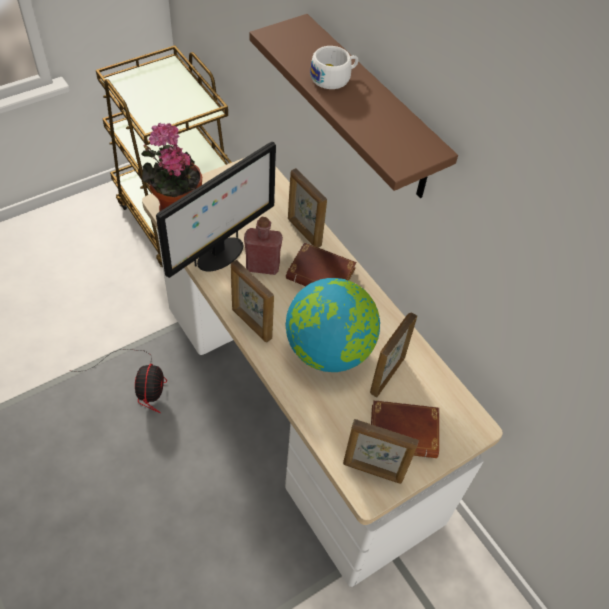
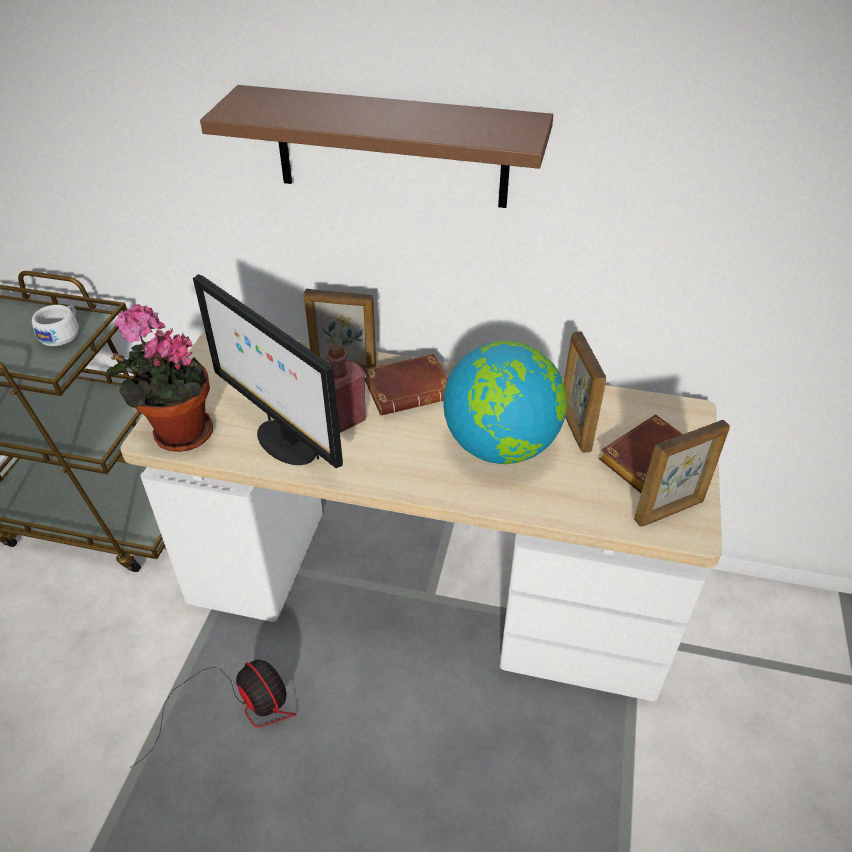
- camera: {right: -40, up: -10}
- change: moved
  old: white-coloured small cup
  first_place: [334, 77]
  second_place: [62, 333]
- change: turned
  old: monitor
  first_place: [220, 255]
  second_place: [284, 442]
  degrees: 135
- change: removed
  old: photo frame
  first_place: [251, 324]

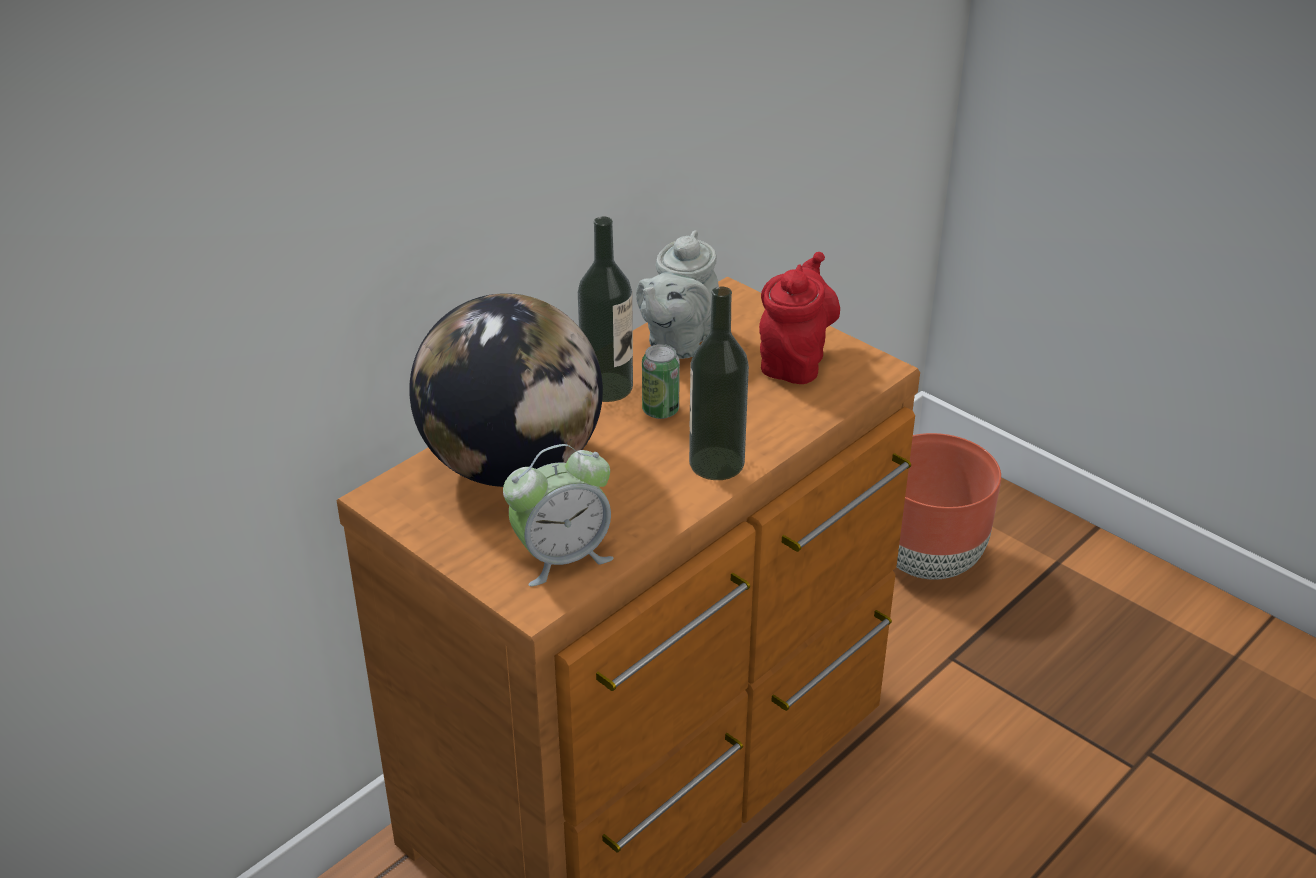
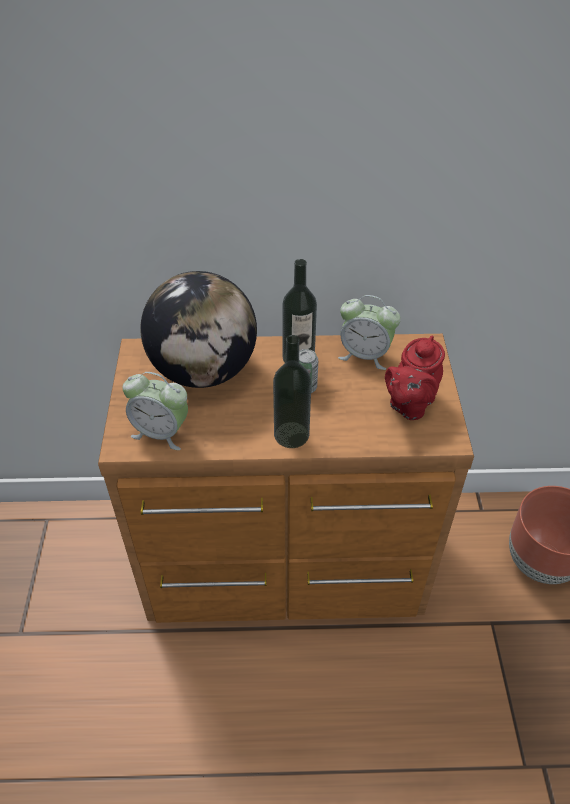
- camera: {right: 45, up: 10}
- change: replaced
  old: grey tea pot
  new: bedside clock
  first_place: [678, 342]
  second_place: [365, 355]
- change: turned
  old: red tea pot
  first_place: [794, 360]
  second_place: [409, 404]
  degrees: 150

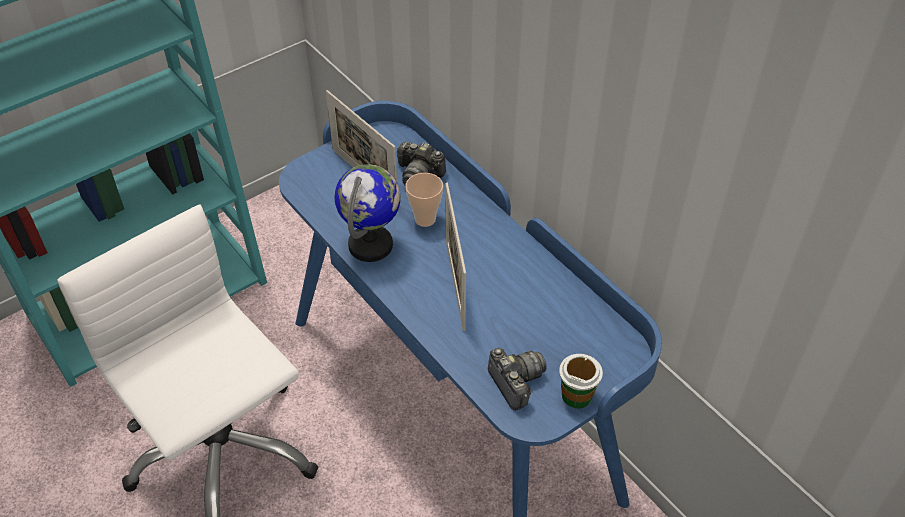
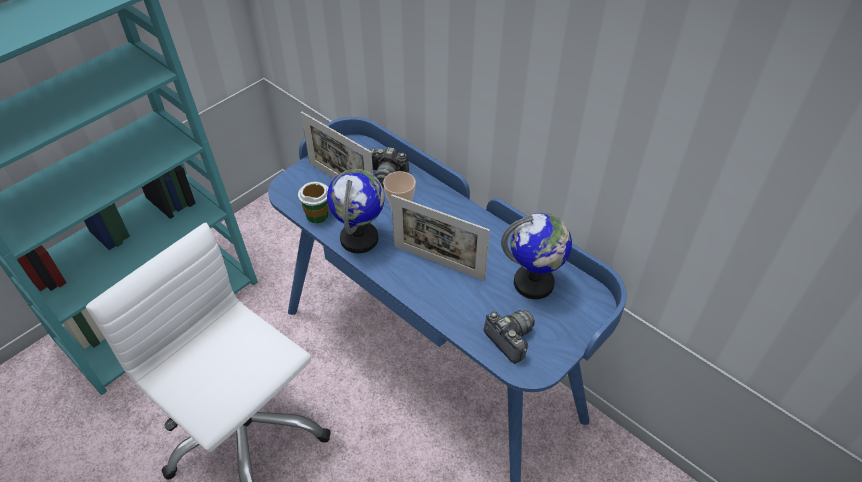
- camera: {right: -10, up: 0}
- change: moved
  old: small cup
  first_place: [576, 395]
  second_place: [317, 215]
- change: turned
  old: photo frame
  first_place: [455, 284]
  second_place: [438, 262]
  degrees: -45
- change: added
  new: world globe
  second_place: [534, 283]

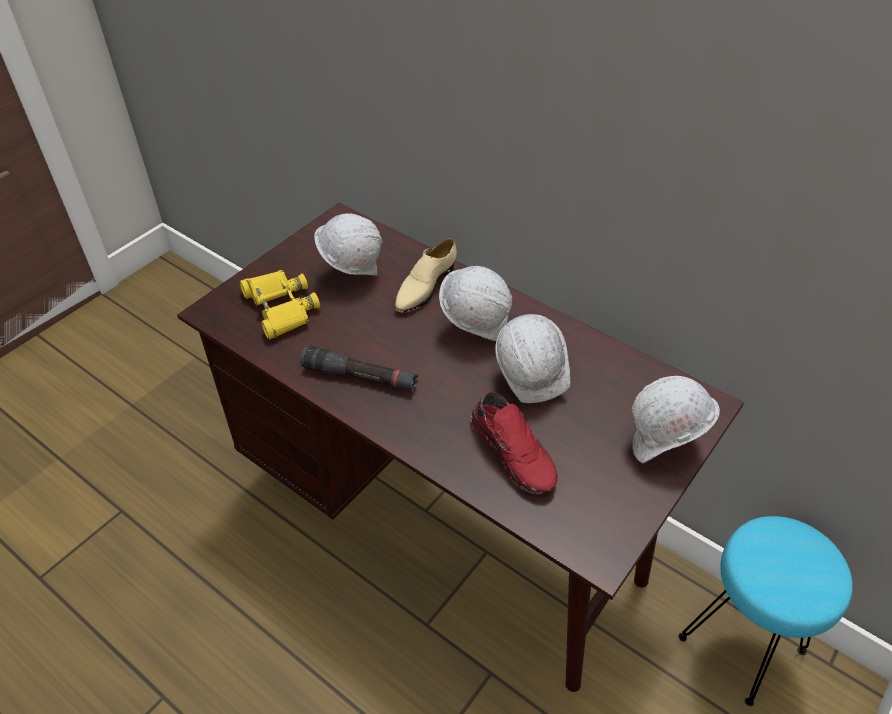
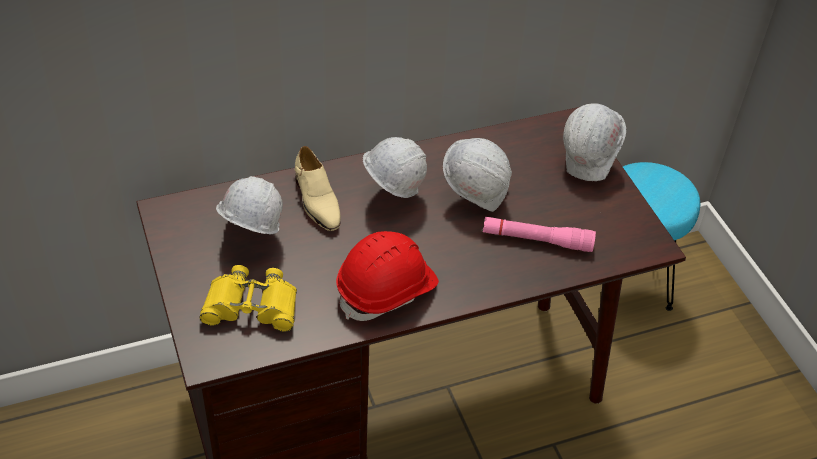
- camera: {right: -60, up: 0}
- change: replaced
  old: blackish flashlight
  new: red safety helmet
  first_place: [360, 377]
  second_place: [387, 290]
- change: replaced
  old: red item of footwear
  new: pink flashlight
  first_place: [515, 452]
  second_place: [537, 240]

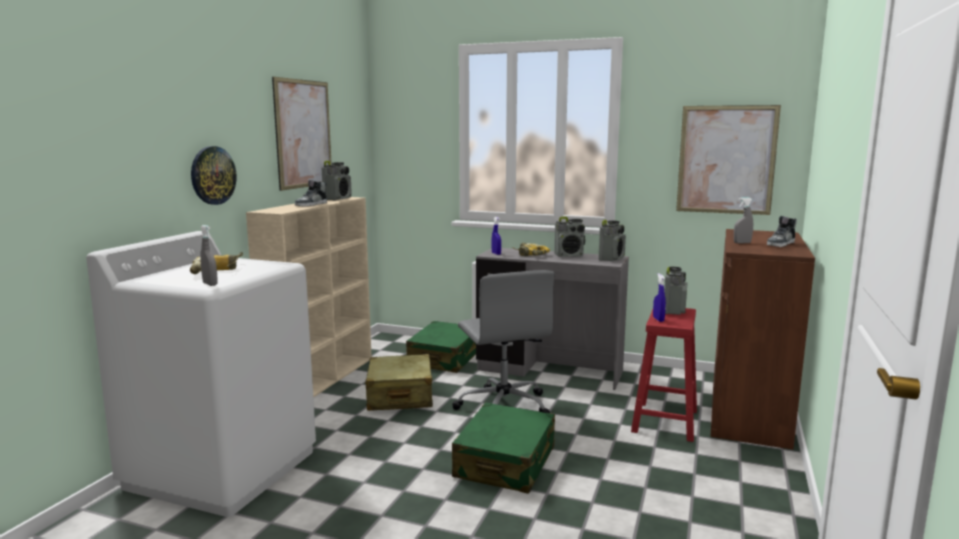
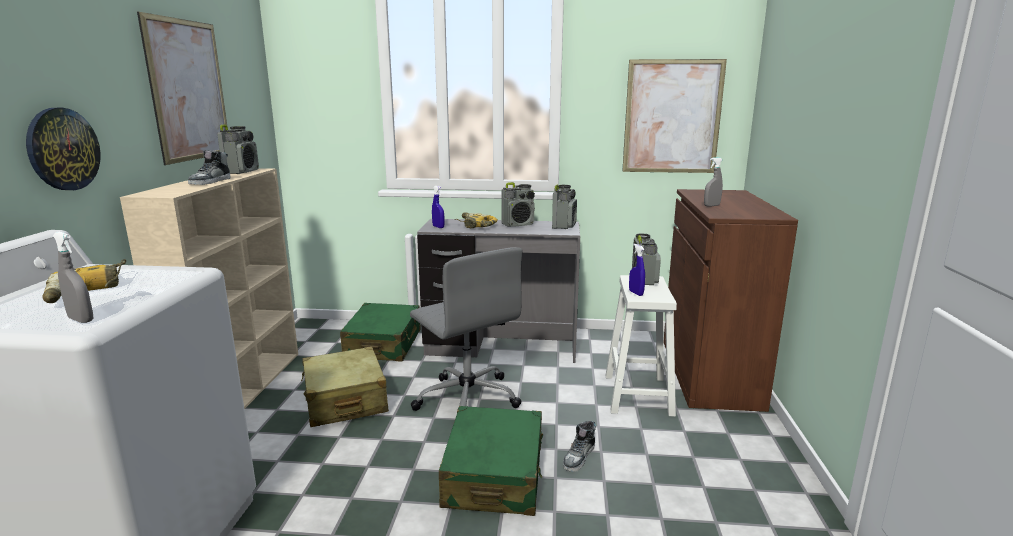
- camera: {right: -15, up: 5}
- change: moved
  old: item of footwear
  first_place: [781, 244]
  second_place: [579, 457]
- change: recoloured
  old: red stool
  new: white-coloured stool
  first_place: [664, 420]
  second_place: [637, 394]

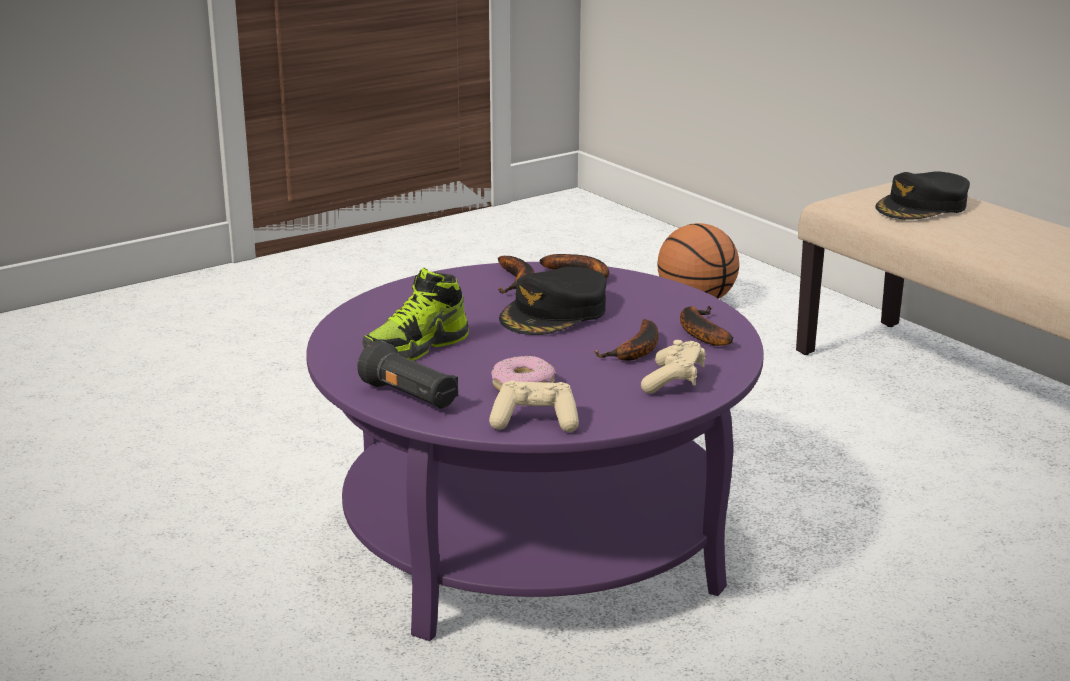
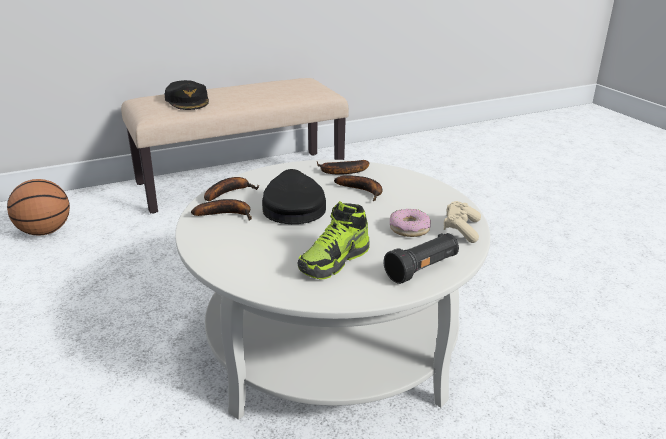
- camera: {right: -80, up: 5}
- change: recoloured
  old: purple-coloured low table
  new: white-coloured low table
  first_place: [535, 536]
  second_place: [331, 340]
- change: turned
  old: blackish cap
  first_place: [555, 313]
  second_place: [293, 207]
  degrees: -150
- change: turned
  old: item of footwear
  first_place: [417, 348]
  second_place: [334, 261]
  degrees: 75
- change: removed
  old: sand-coloured gamepad
  first_place: [674, 381]

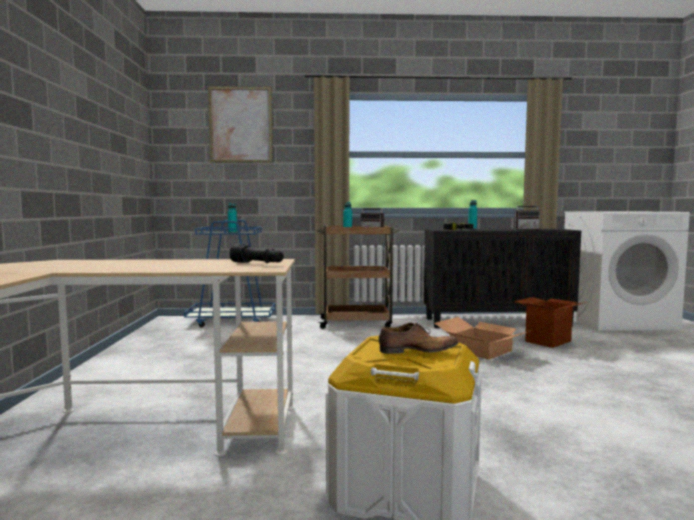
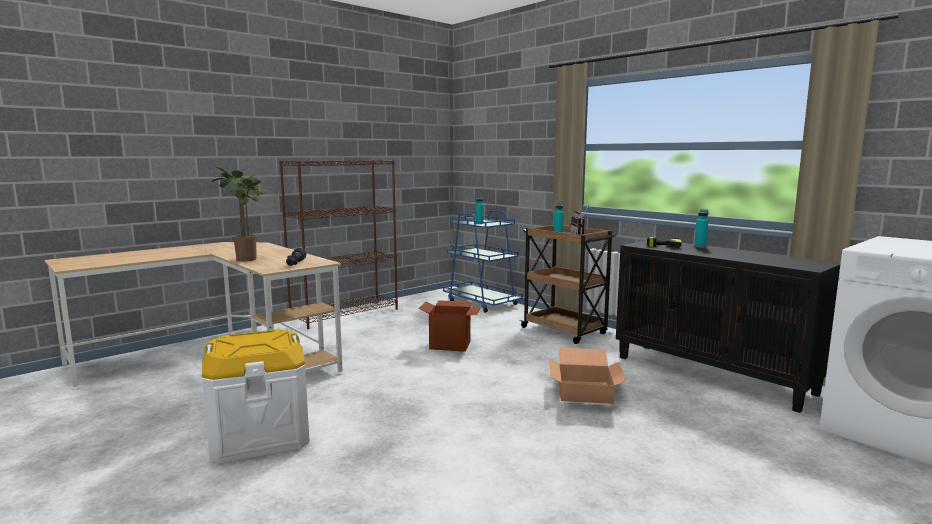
- camera: {right: 50, up: 5}
- change: added
  new: potted plant
  second_place: [246, 260]
- change: added
  new: brown shelving unit
  second_place: [345, 314]
- change: moved
  old: packing box
  first_place: [548, 341]
  second_place: [450, 345]
- change: removed
  old: wall art
  first_place: [240, 125]
- change: removed
  old: item of footwear
  first_place: [416, 351]
- change: removed
  old: radio
  first_place: [525, 229]

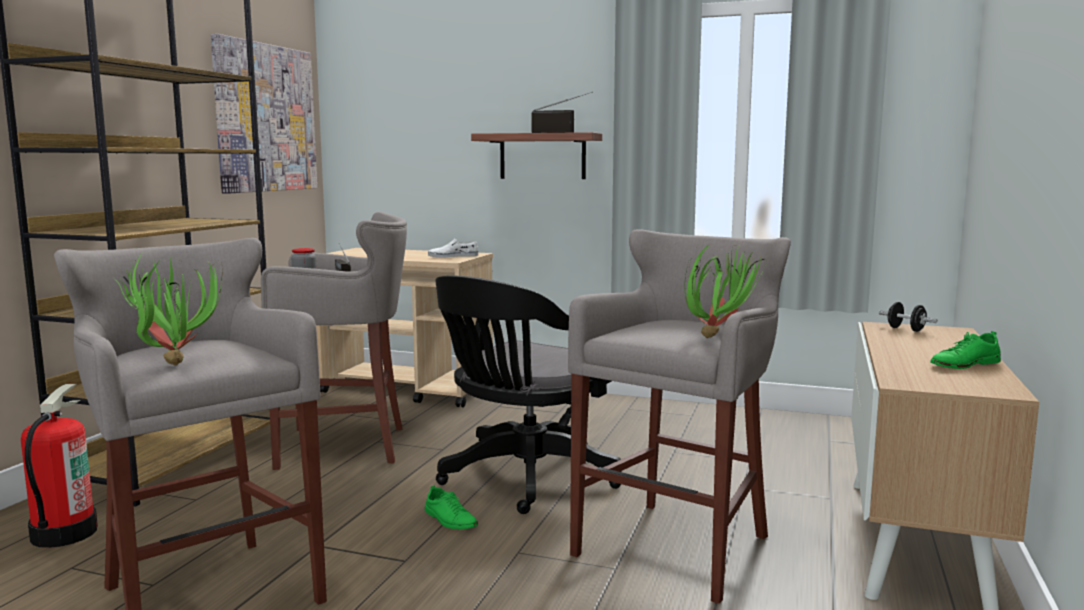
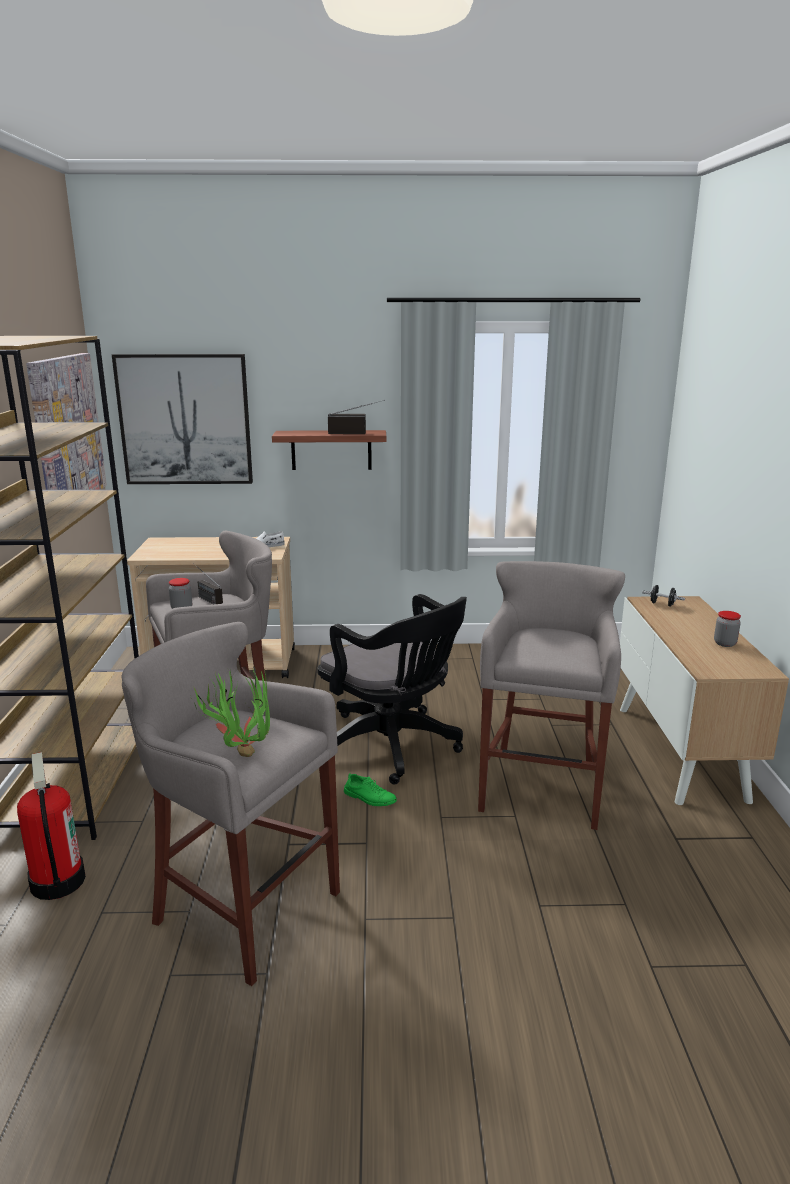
- camera: {right: -20, up: 10}
- change: added
  new: wall art
  second_place: [185, 420]
- change: turned
  old: blackish computer chair
  first_place: [523, 479]
  second_place: [394, 746]
  degrees: -60
- change: replaced
  old: greenish item of footwear
  new: storage jar
  first_place: [964, 364]
  second_place: [724, 643]
- change: removed
  old: potted plant
  first_place: [718, 336]

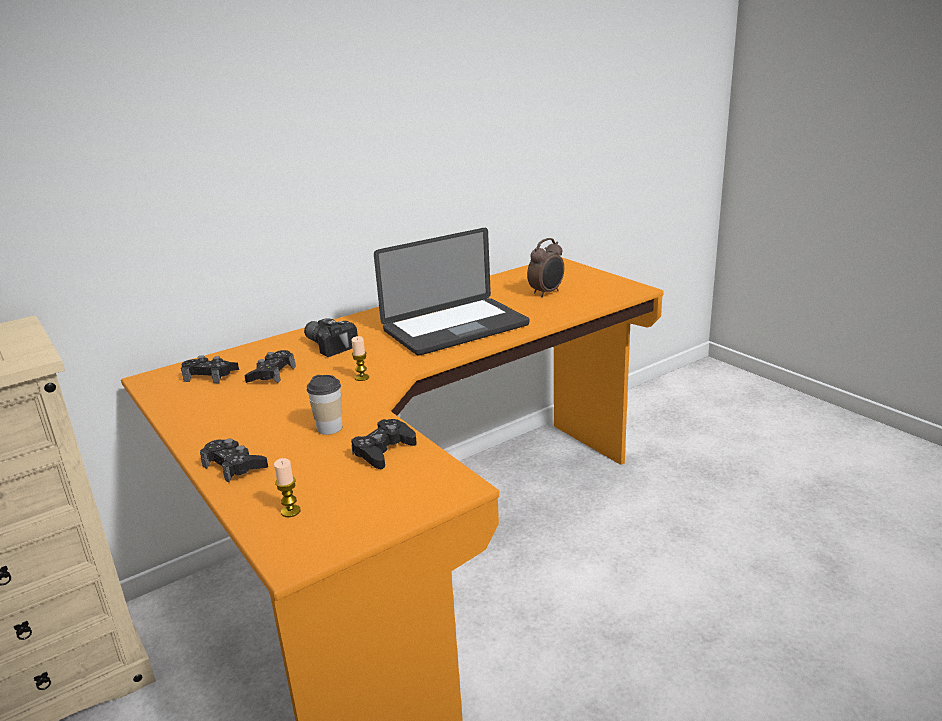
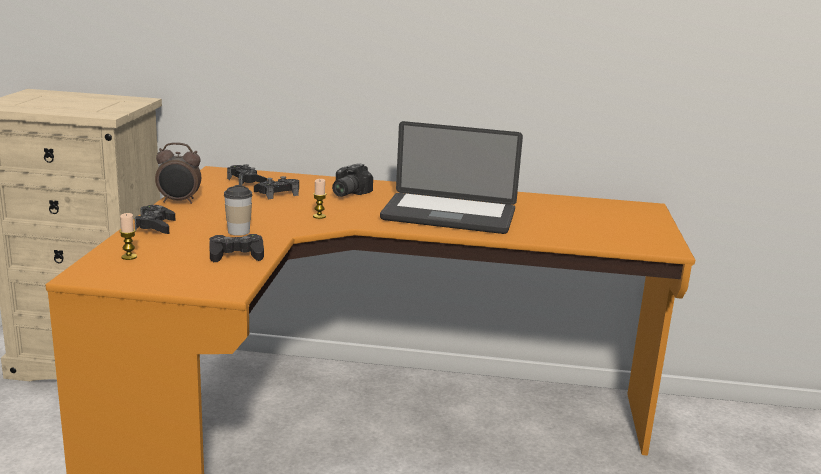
- camera: {right: 40, up: -5}
- change: moved
  old: bedside clock
  first_place: [547, 293]
  second_place: [179, 202]
- change: turned
  old: still camera
  first_place: [331, 345]
  second_place: [346, 193]
  degrees: -150

